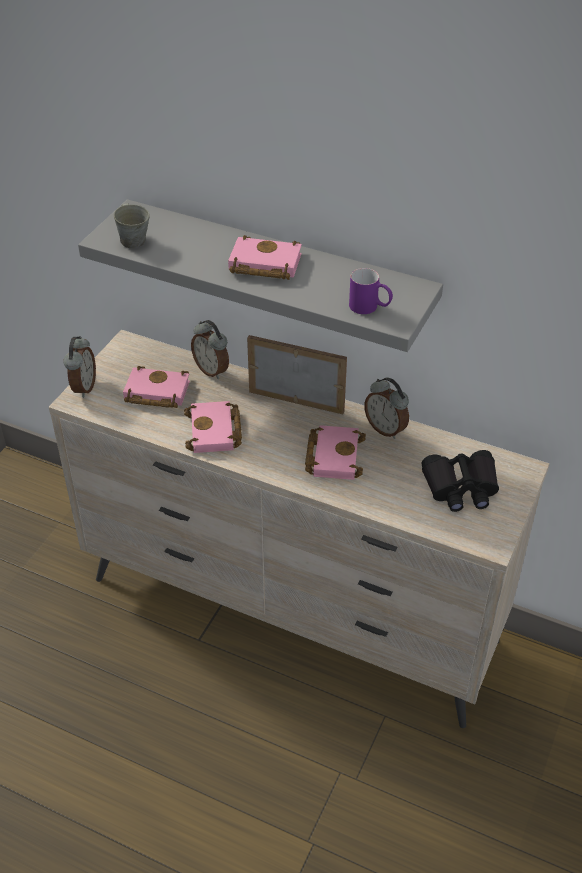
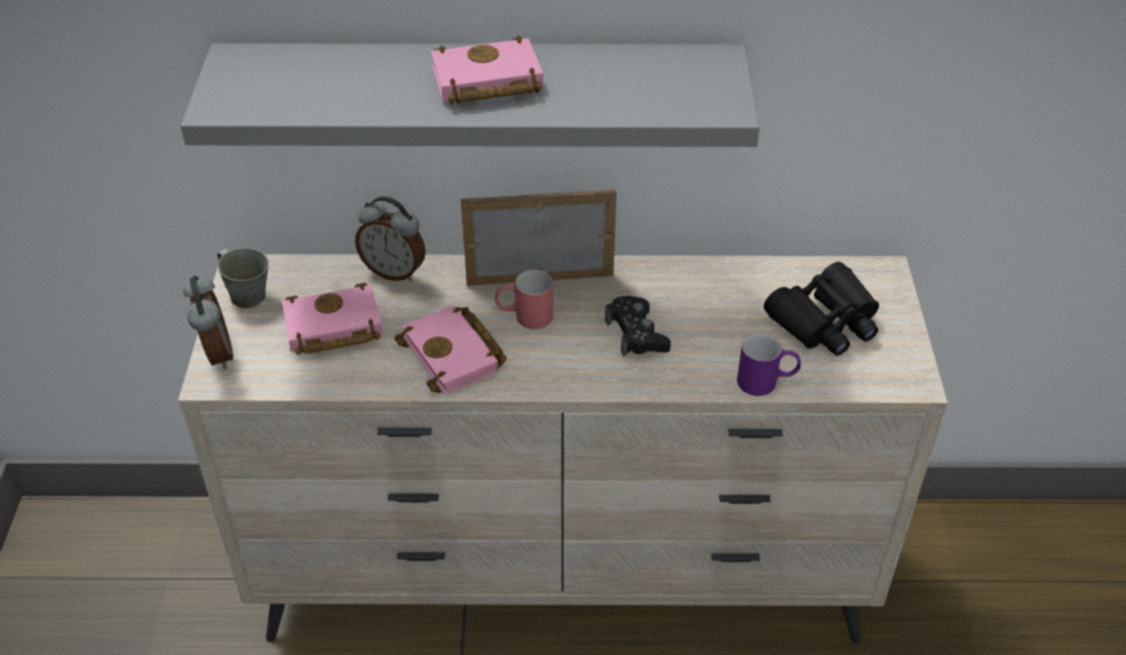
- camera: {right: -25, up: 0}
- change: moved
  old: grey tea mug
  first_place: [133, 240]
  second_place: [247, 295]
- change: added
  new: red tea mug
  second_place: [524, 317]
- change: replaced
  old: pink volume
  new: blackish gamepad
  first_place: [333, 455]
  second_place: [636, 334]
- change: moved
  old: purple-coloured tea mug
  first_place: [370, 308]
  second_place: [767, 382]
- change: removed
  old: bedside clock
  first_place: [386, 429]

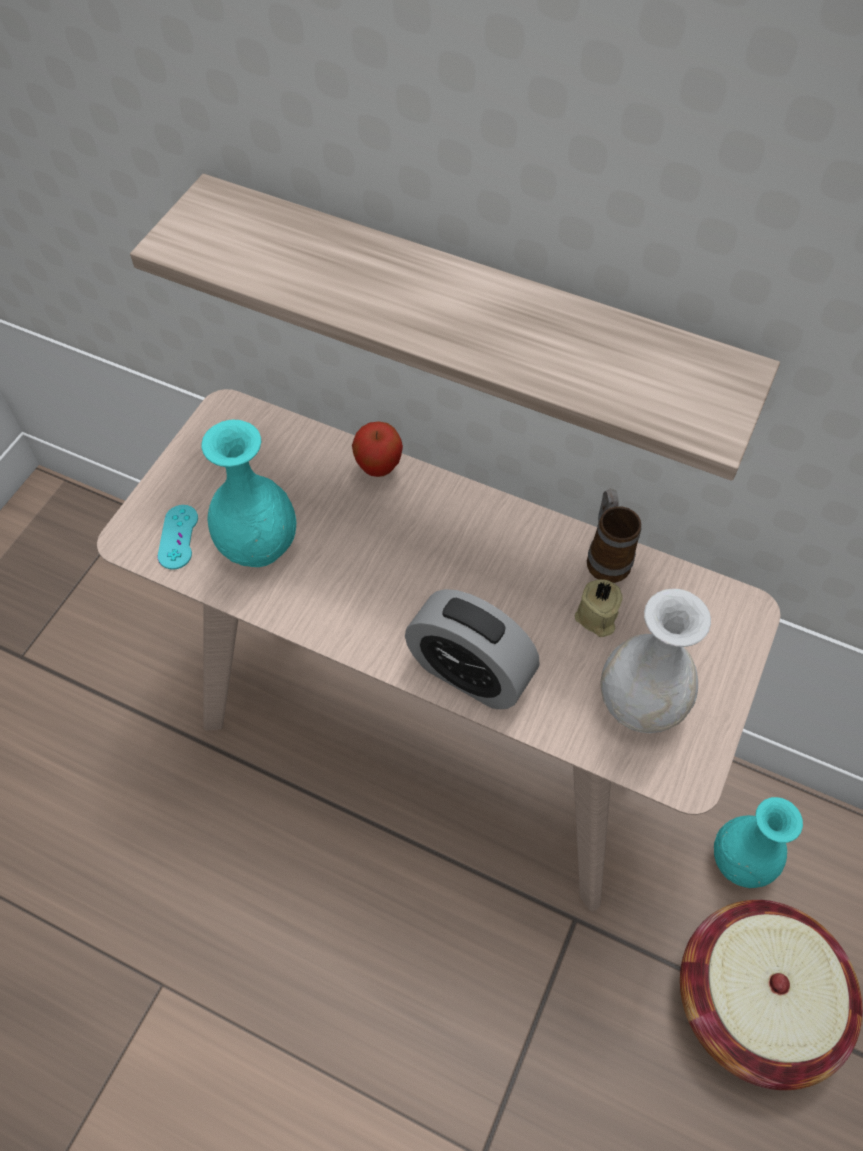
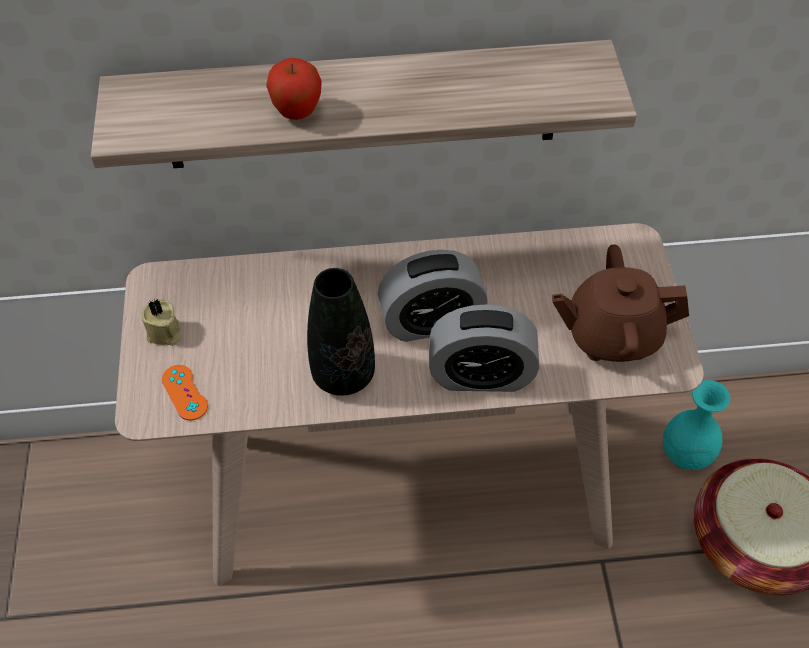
- camera: {right: -30, up: -5}
- change: moved
  old: sand-coloured candle
  first_place: [596, 618]
  second_place: [164, 333]
- change: recoloured
  old: turquoise-coloured gamepad
  new: orangey gamepad
  first_place: [178, 537]
  second_place: [185, 392]
- change: moved
  old: whole apple
  first_place: [378, 468]
  second_place: [297, 113]
- change: added
  new: blackish flower vase
  second_place: [343, 375]
- change: added
  new: bedside clock
  second_place: [432, 322]
- change: replaced
  old: white-coloured flower vase
  new: brown tea pot
  first_place: [641, 703]
  second_place: [612, 335]
- change: removed
  old: turquoise-coloured flower vase
  first_place: [259, 545]
- change: removed
  old: tea mug
  first_place: [606, 556]

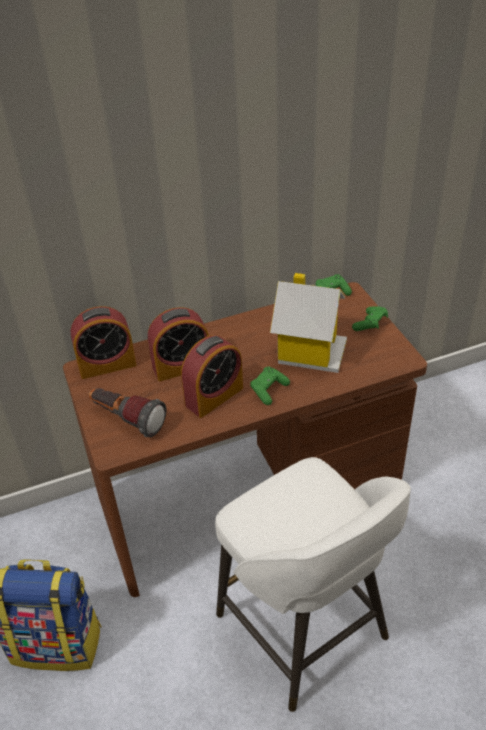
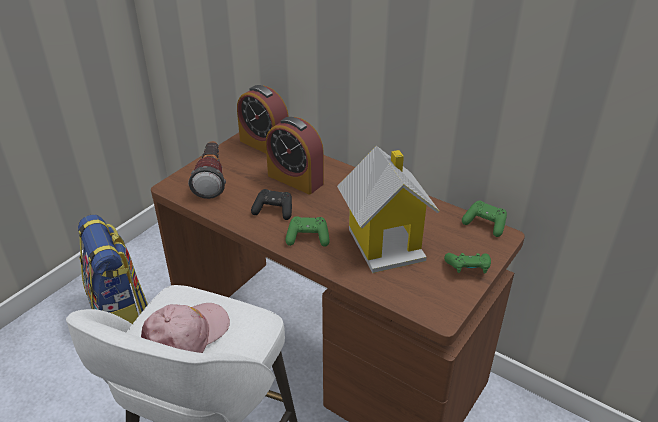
- camera: {right: 55, up: -5}
- change: added
  new: pink cap
  second_place: [187, 335]
- change: replaced
  old: bedside clock
  new: blackish gamepad
  first_place: [214, 396]
  second_place: [274, 210]

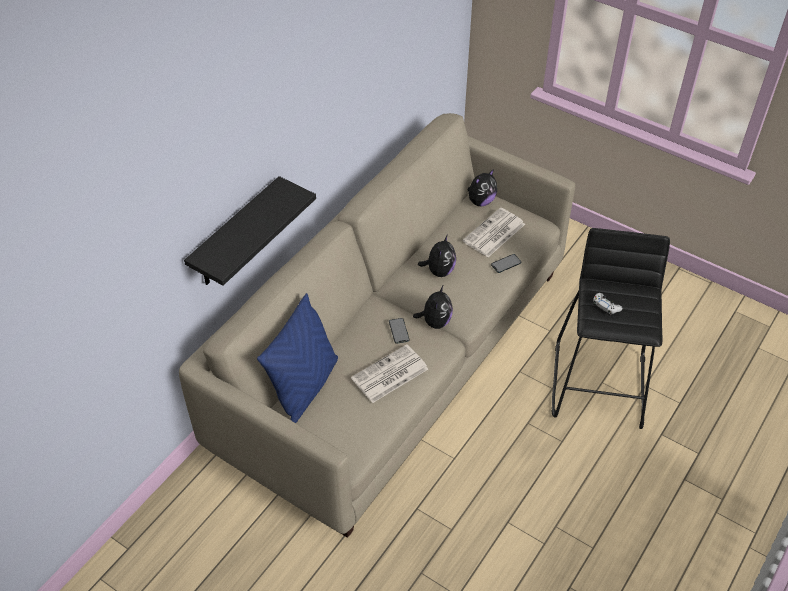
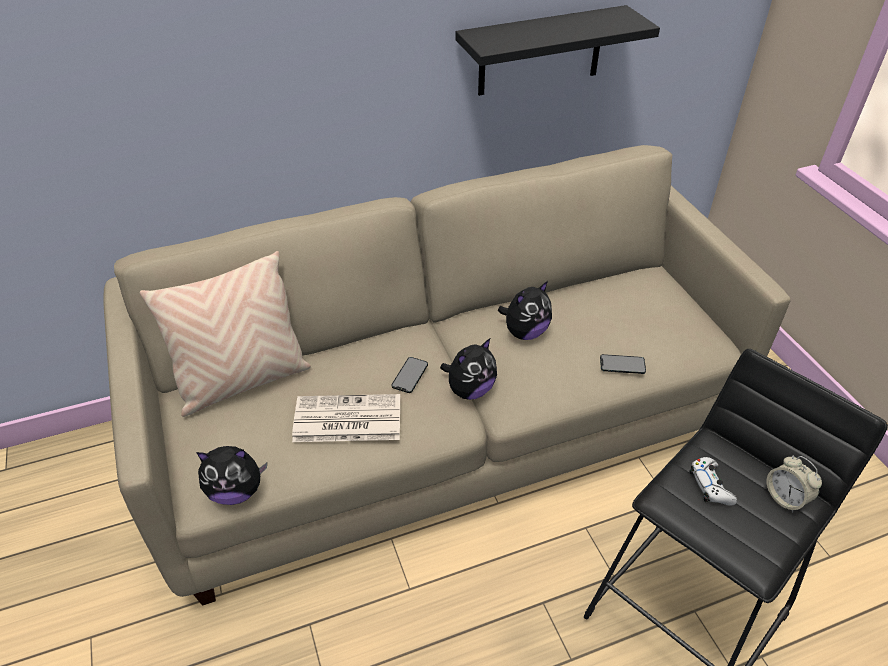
- camera: {right: 35, up: -5}
- change: recoloured
  old: blue-coloured pillow
  new: sand-coloured pillow
  first_place: [305, 387]
  second_place: [243, 381]
- change: moved
  old: plush toy
  first_place: [480, 201]
  second_place: [236, 491]
- change: moved
  old: blackish shelf
  first_place: [236, 235]
  second_place: [540, 51]
- change: added
  new: bedside clock
  second_place: [785, 498]
- change: removed
  old: newspaper
  first_place: [494, 233]

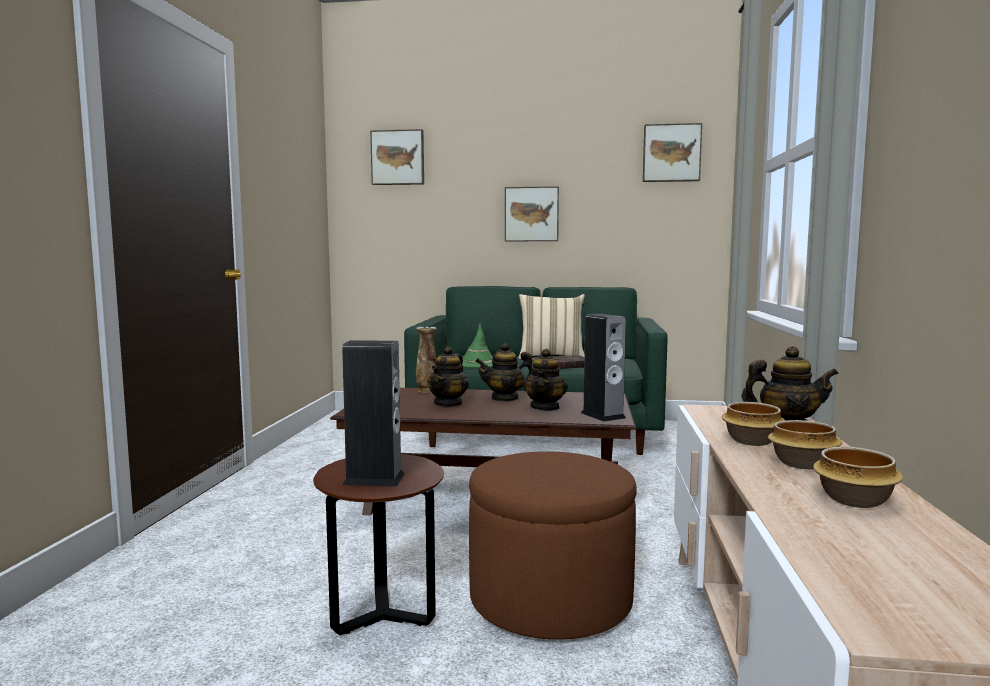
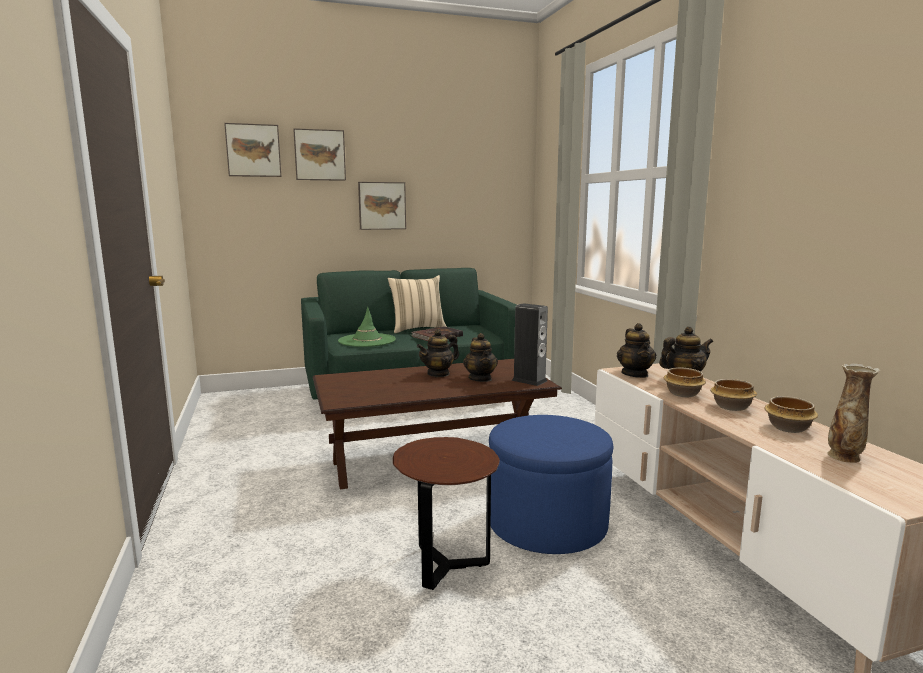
- camera: {right: -25, up: 5}
- change: moved
  old: wall art
  first_place: [671, 153]
  second_place: [319, 155]
- change: recoloured
  old: brown footrest
  new: blue-coloured footrest
  first_place: [550, 599]
  second_place: [547, 524]
- change: moved
  old: tea pot
  first_place: [448, 404]
  second_place: [635, 374]
- change: moved
  old: flower vase
  first_place: [427, 390]
  second_place: [845, 457]
- change: removed
  old: audio speaker
  first_place: [374, 479]

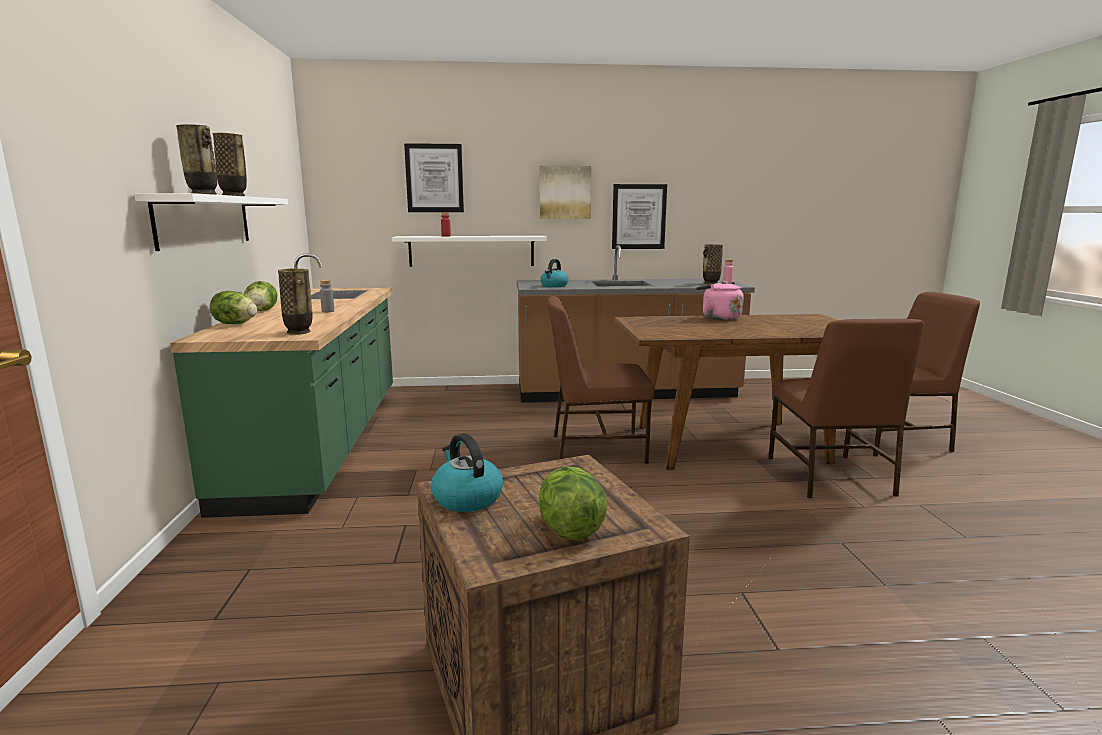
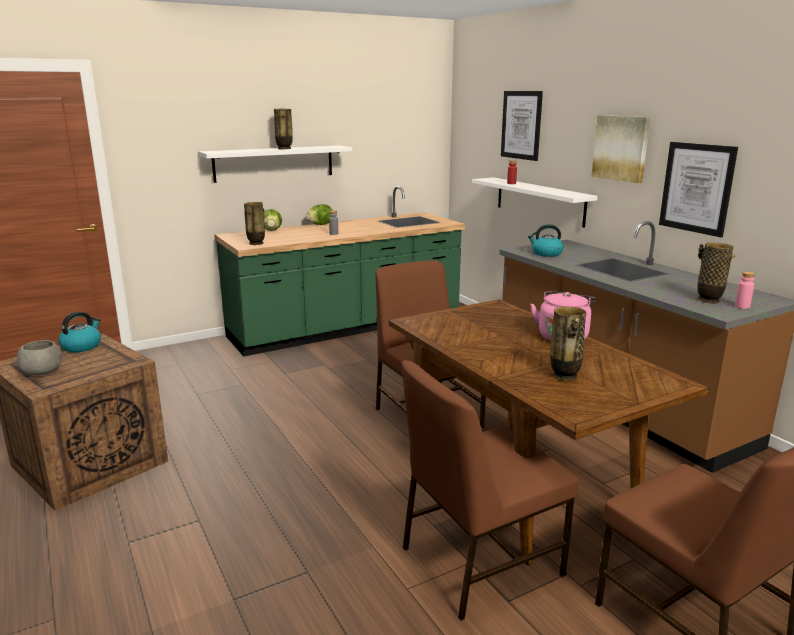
- camera: {right: 65, up: 5}
- change: replaced
  old: lettuce
  new: grey bowl
  first_place: [570, 529]
  second_place: [42, 372]
- change: moved
  old: flower vase
  first_place: [203, 194]
  second_place: [564, 376]

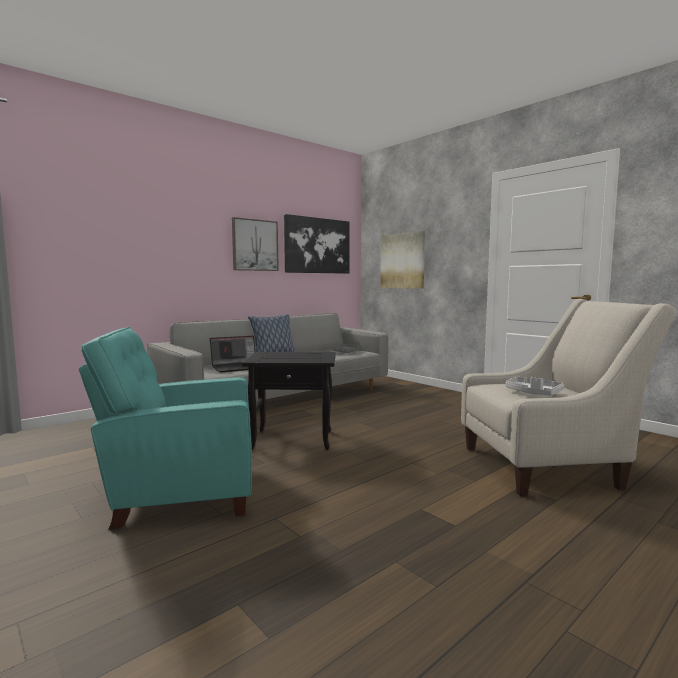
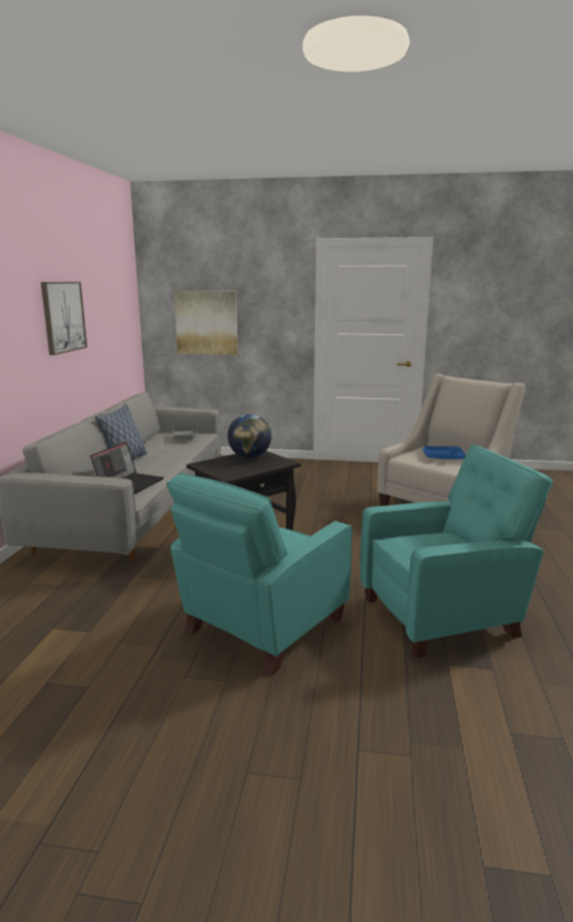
- camera: {right: -40, up: 10}
- change: added
  new: world globe
  second_place: [250, 457]
- change: added
  new: turquoise-coloured easy chair
  second_place: [444, 616]
- change: recoloured
  old: grey carrying tray
  new: blue-coloured carrying tray
  first_place: [533, 393]
  second_place: [443, 458]
- change: removed
  old: wall art
  first_place: [317, 245]

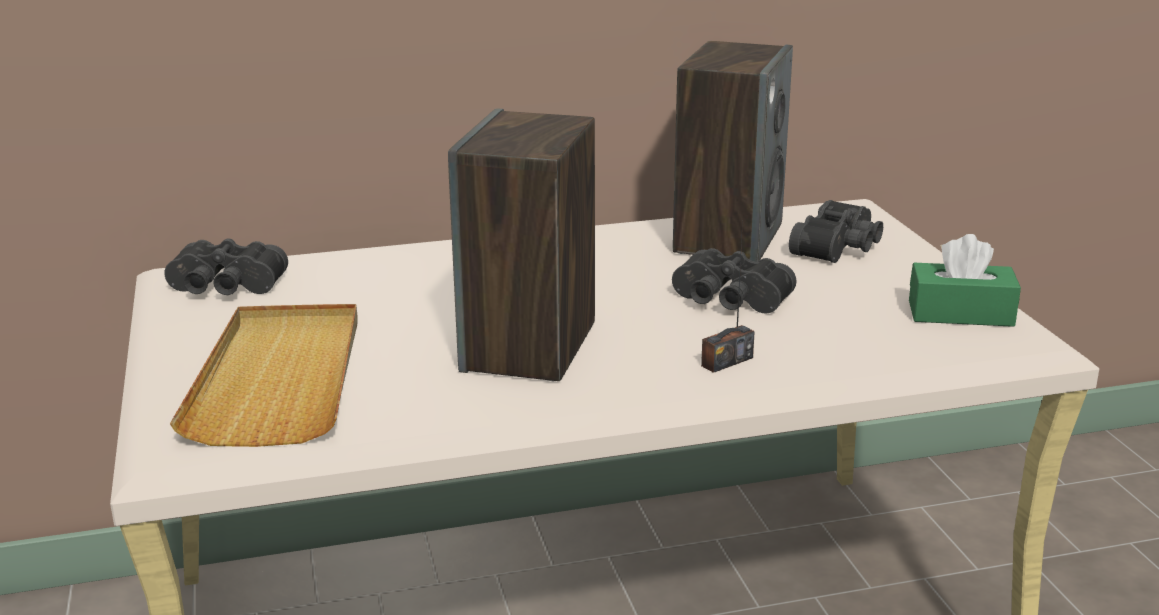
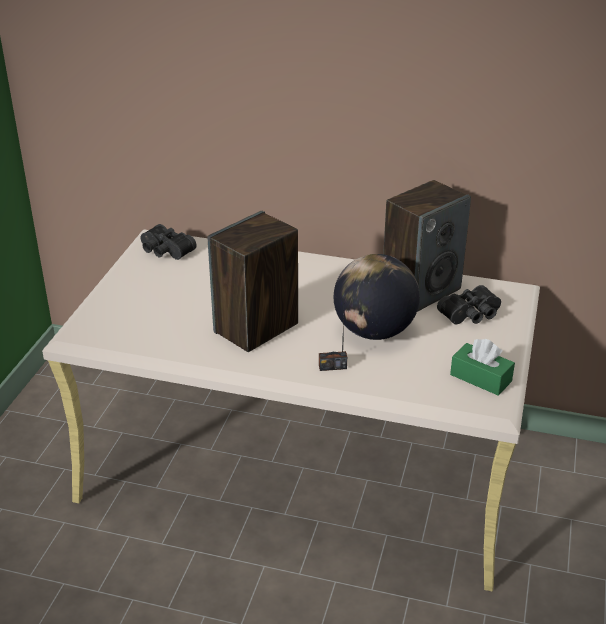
- camera: {right: 30, up: 10}
- change: replaced
  old: blackish field glasses
  new: world globe
  first_place: [728, 301]
  second_place: [374, 331]
- change: removed
  old: sand-coloured carrying tray
  first_place: [280, 379]

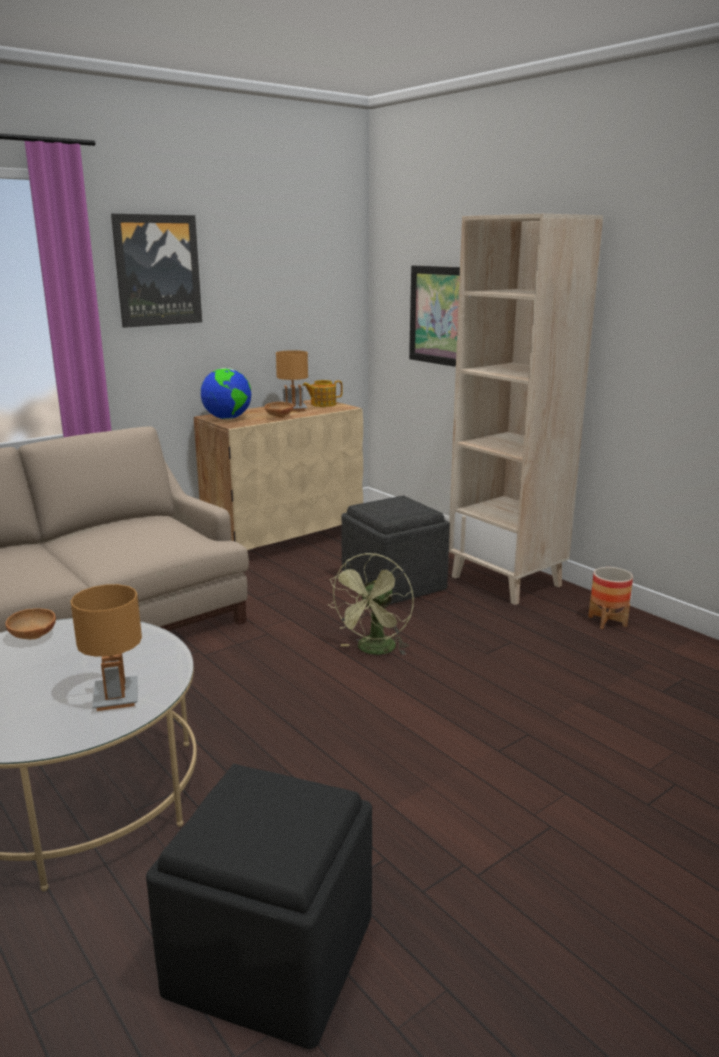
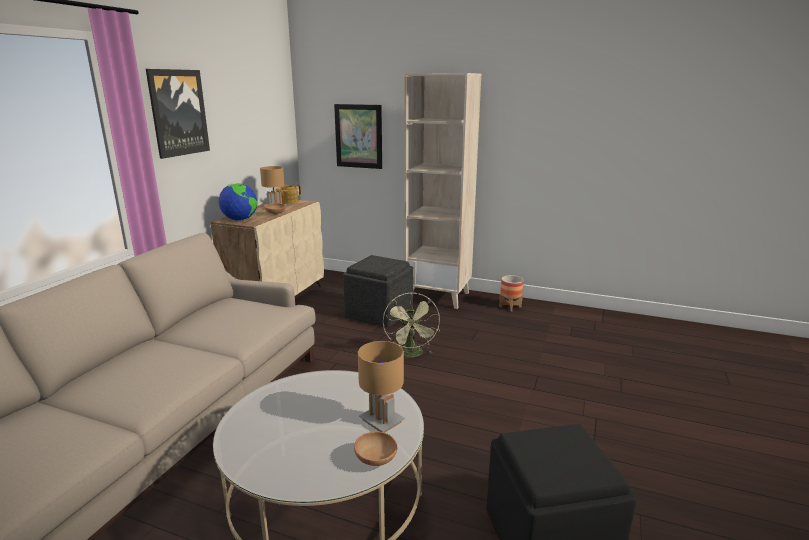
- camera: {right: -30, up: 0}
- change: moved
  old: brown bowl
  first_place: [33, 637]
  second_place: [376, 461]

